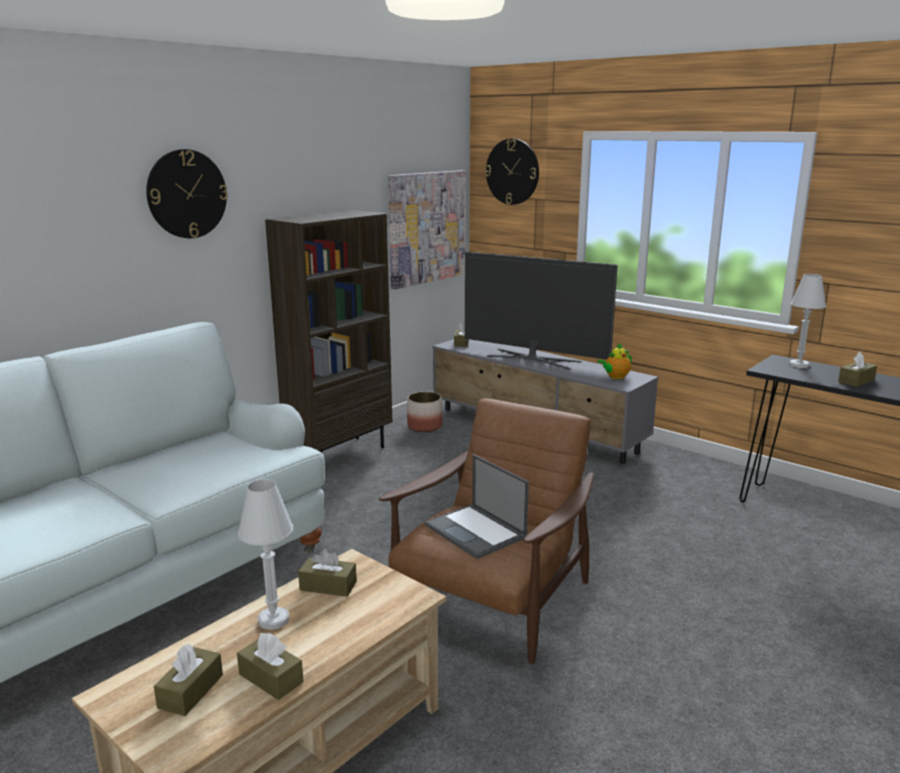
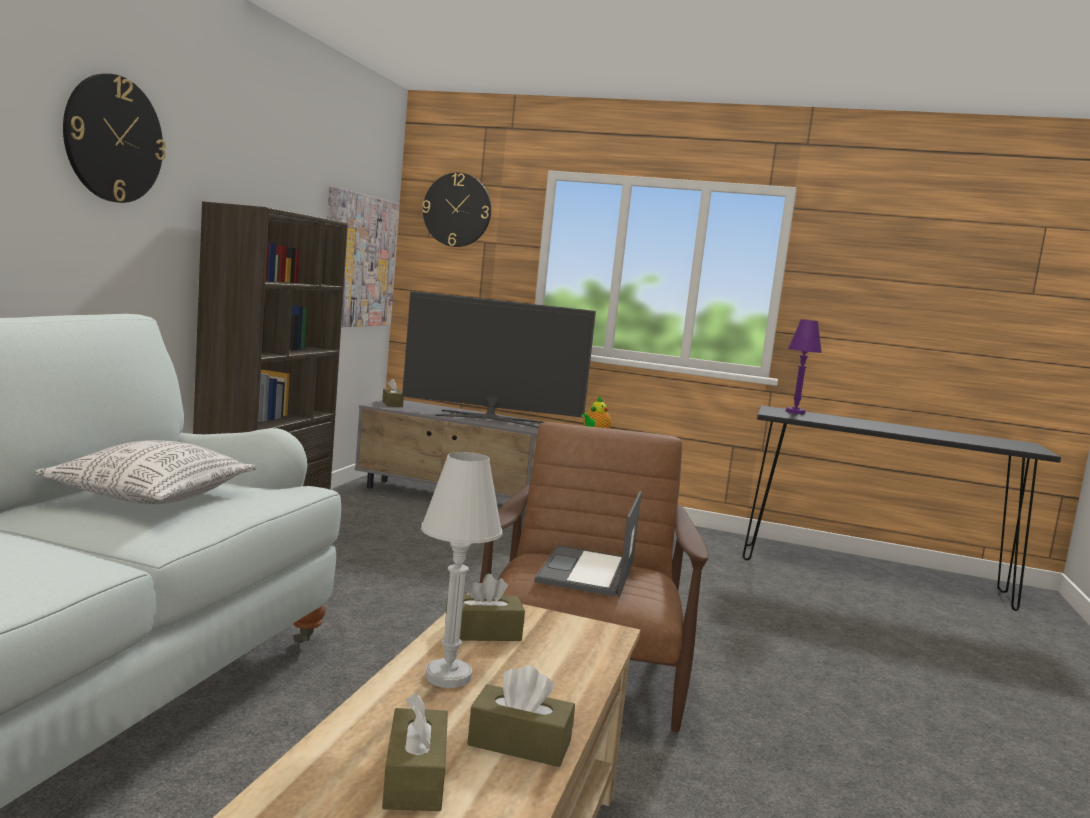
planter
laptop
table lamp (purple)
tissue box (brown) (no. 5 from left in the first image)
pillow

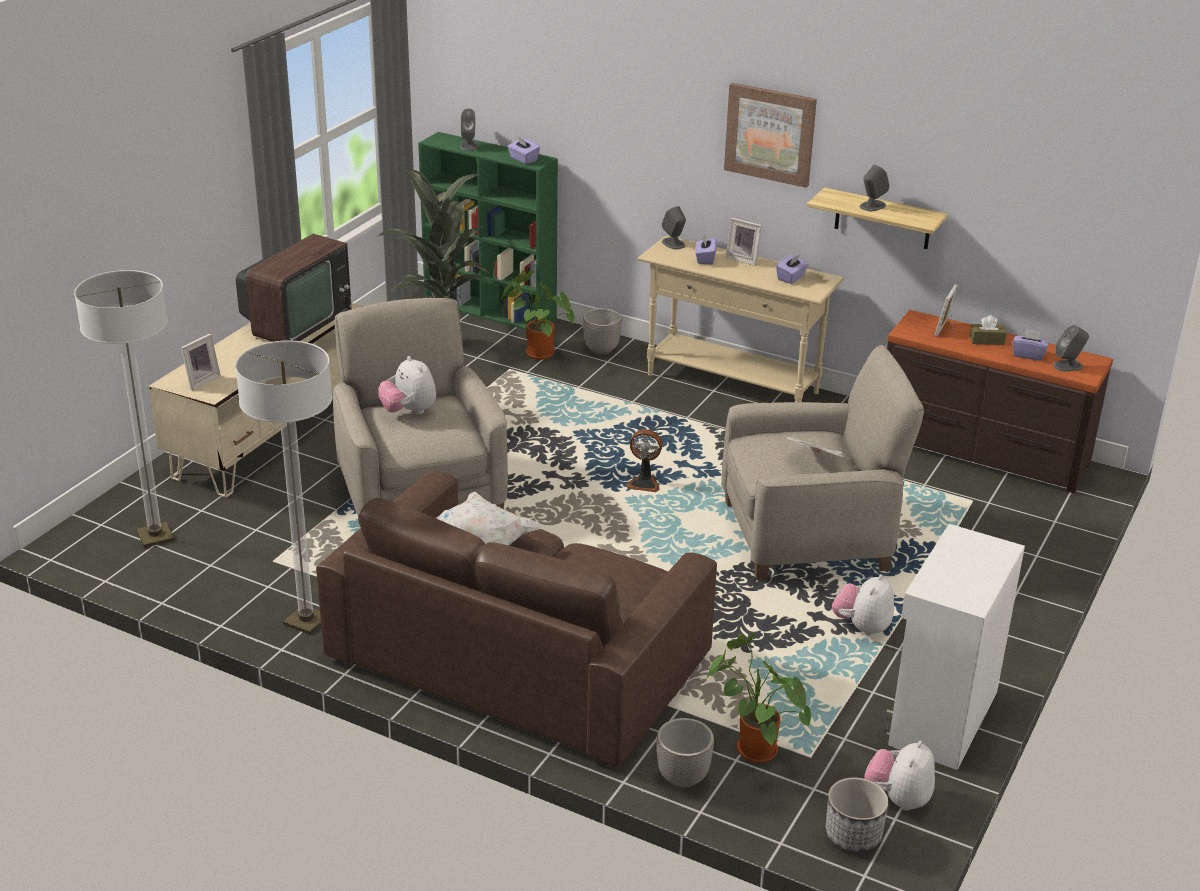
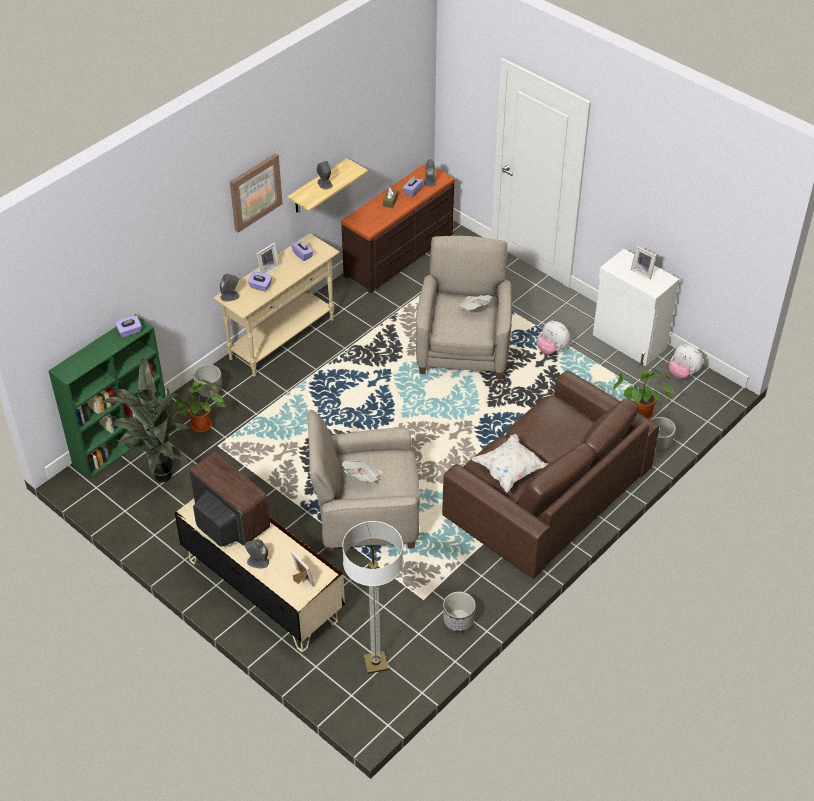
floor lamp (no. 2 from left in the first image)
newspaper (no. 1 from left)
speaker (grey) (no. 2 from left)
fan
planter (no. 2 from left)
picture frame (no. 3 from left)

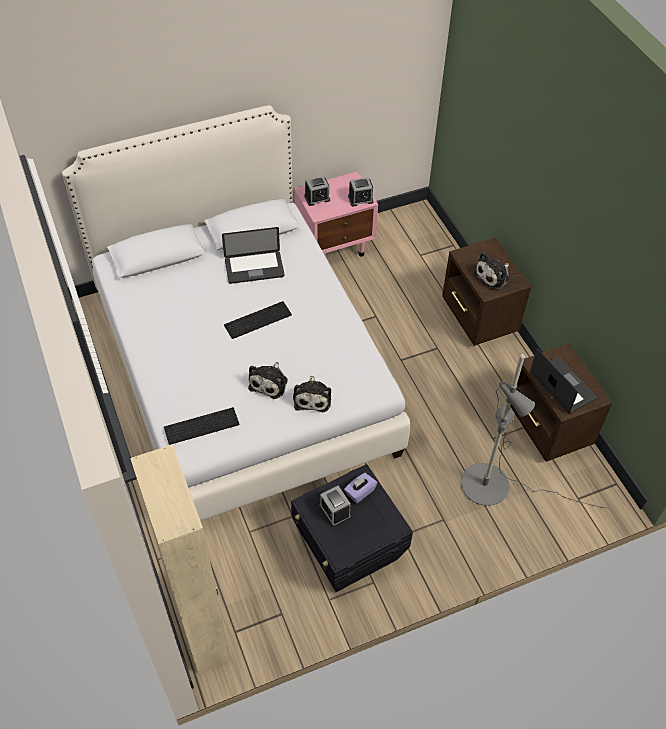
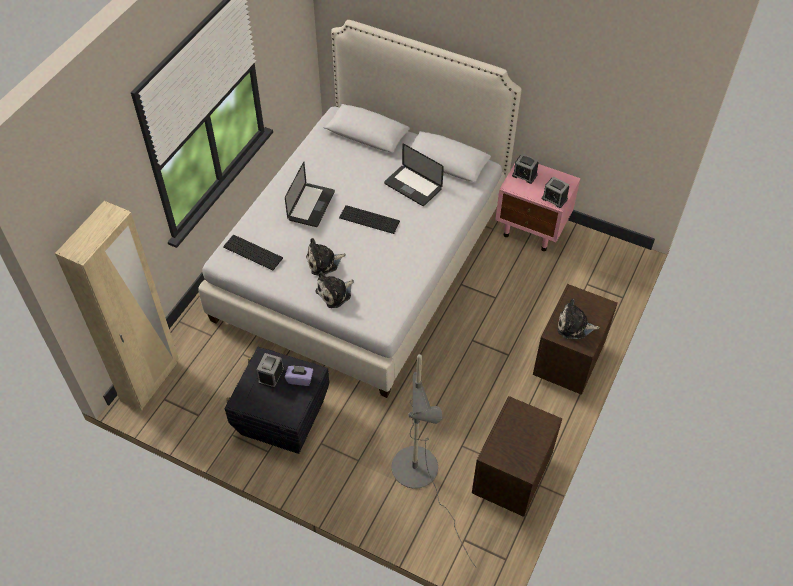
laptop (no. 1 from left)

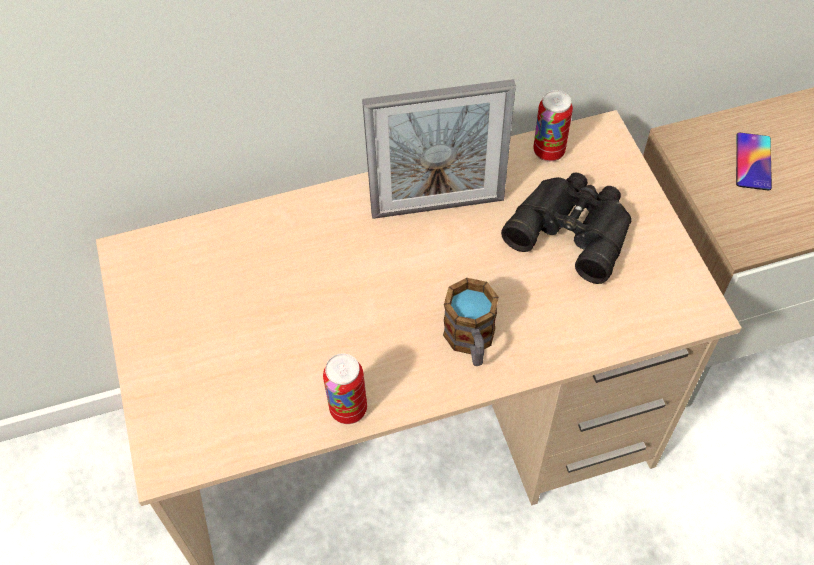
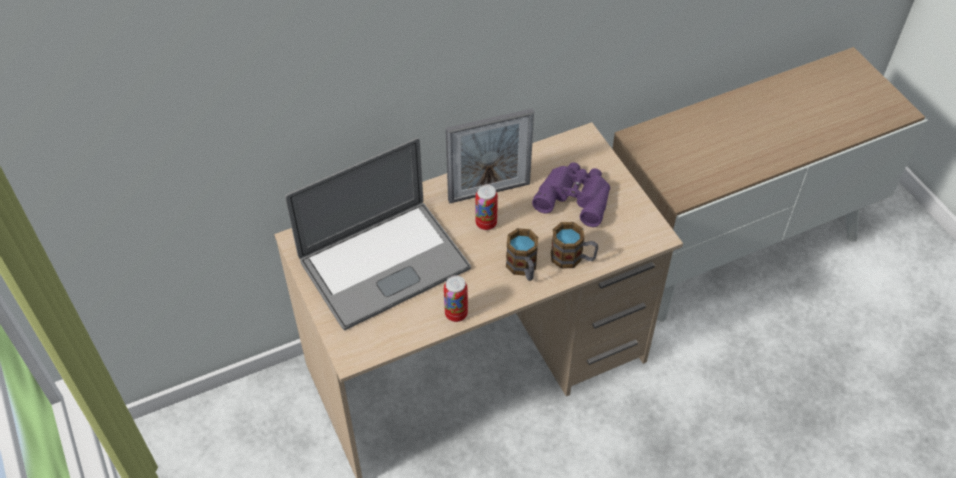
binoculars (purple)
can (no. 2 from left)
phone
laptop
mug (no. 2 from left)

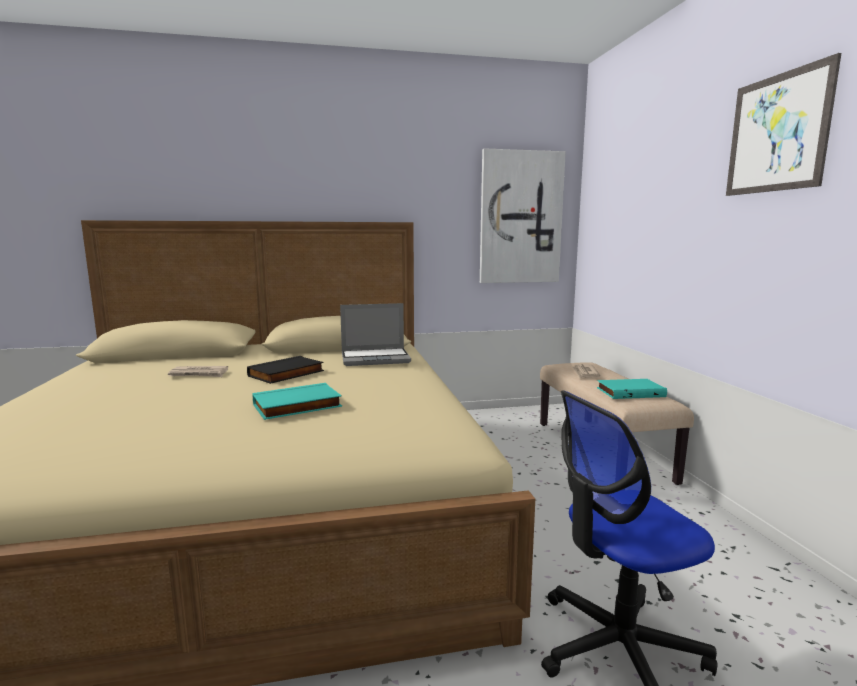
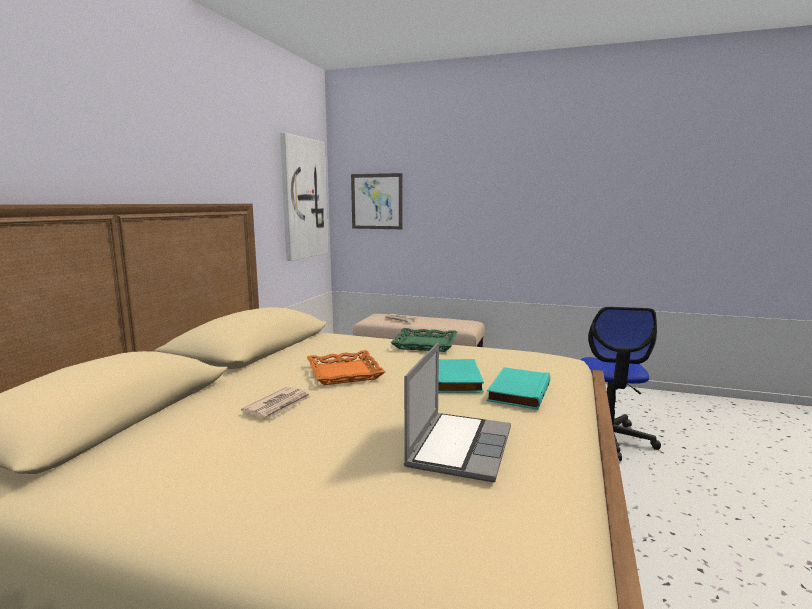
tray (orange)
laptop
book (turquoise) (no. 2 from left)
picture (no. 2 from left)
tray (green)

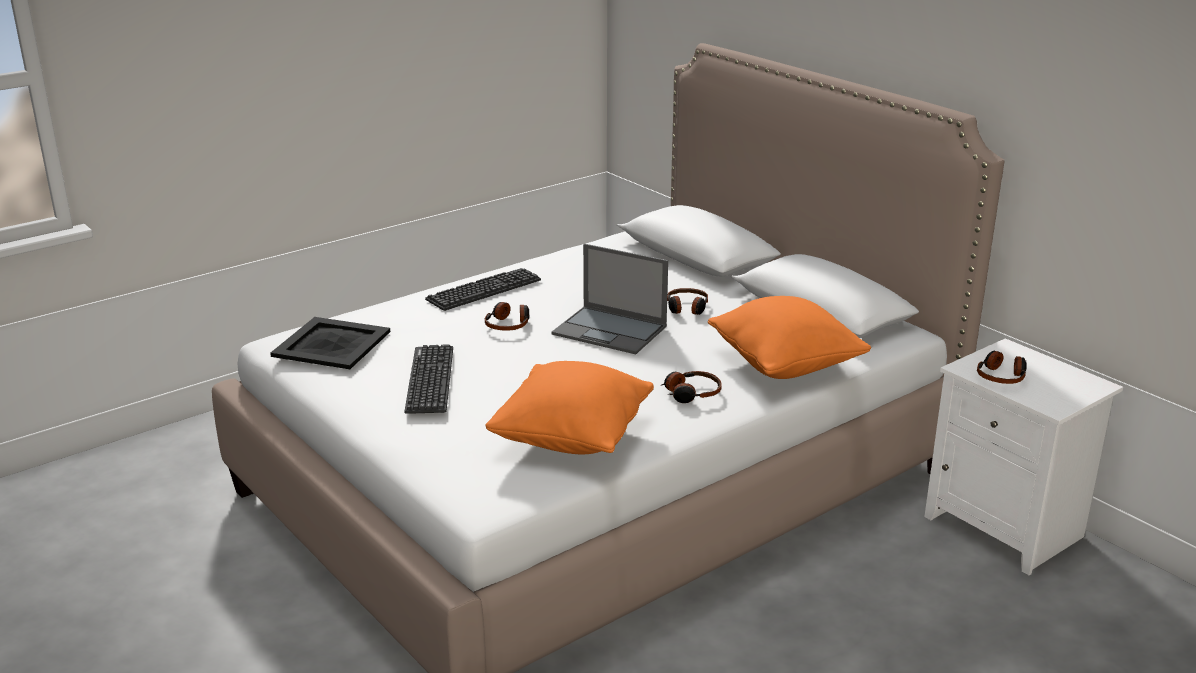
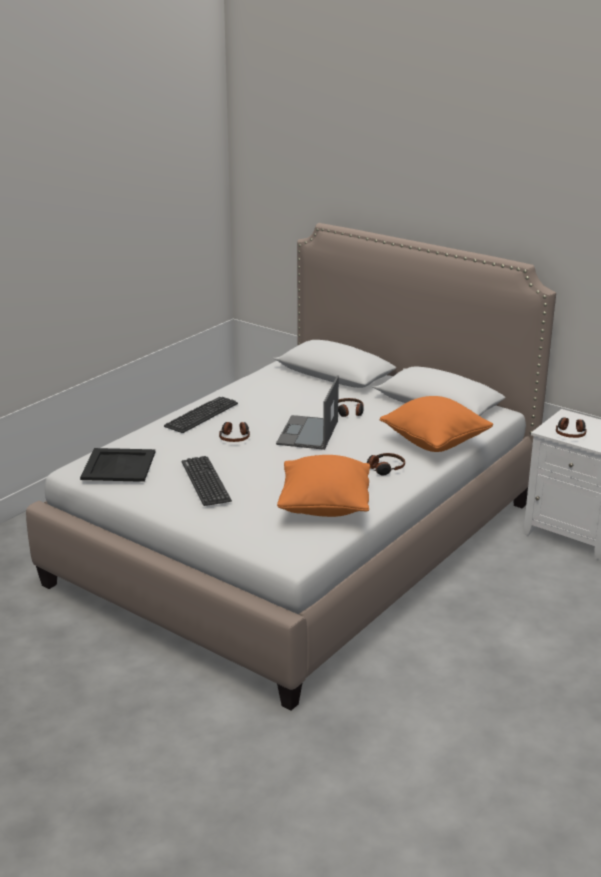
laptop

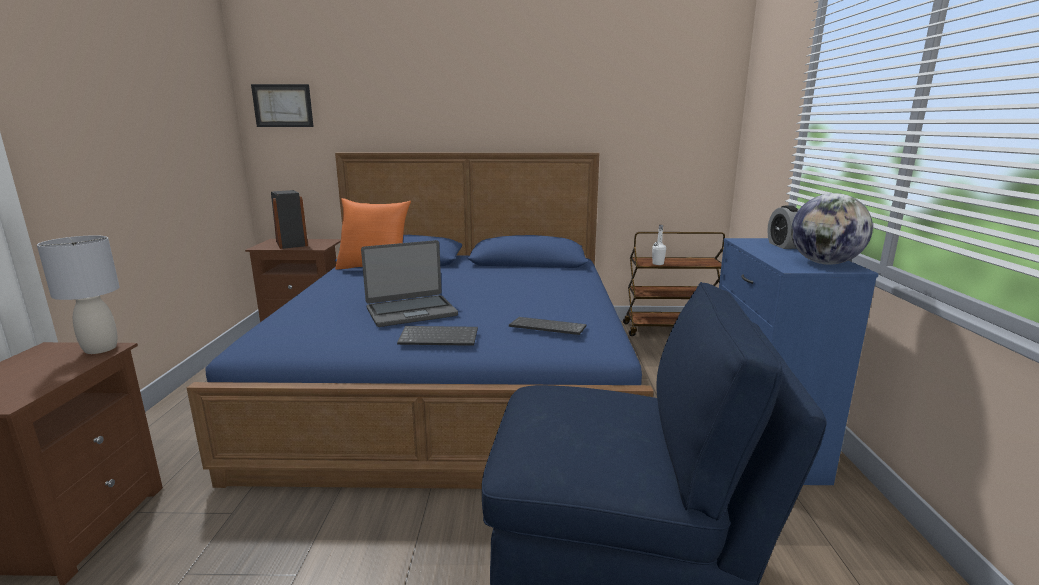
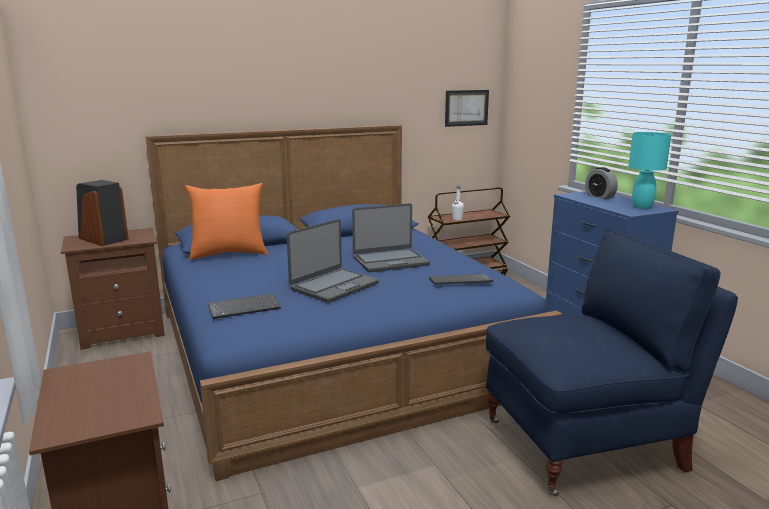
table lamp (grey)
picture
keyboard (no. 1 from left)
table lamp (turquoise)
laptop (no. 2 from left)

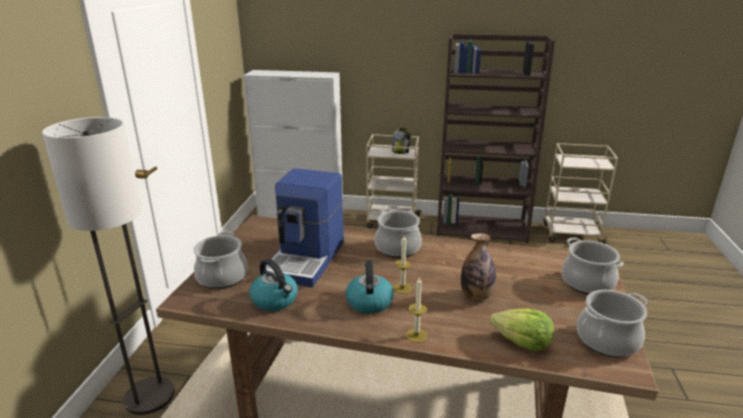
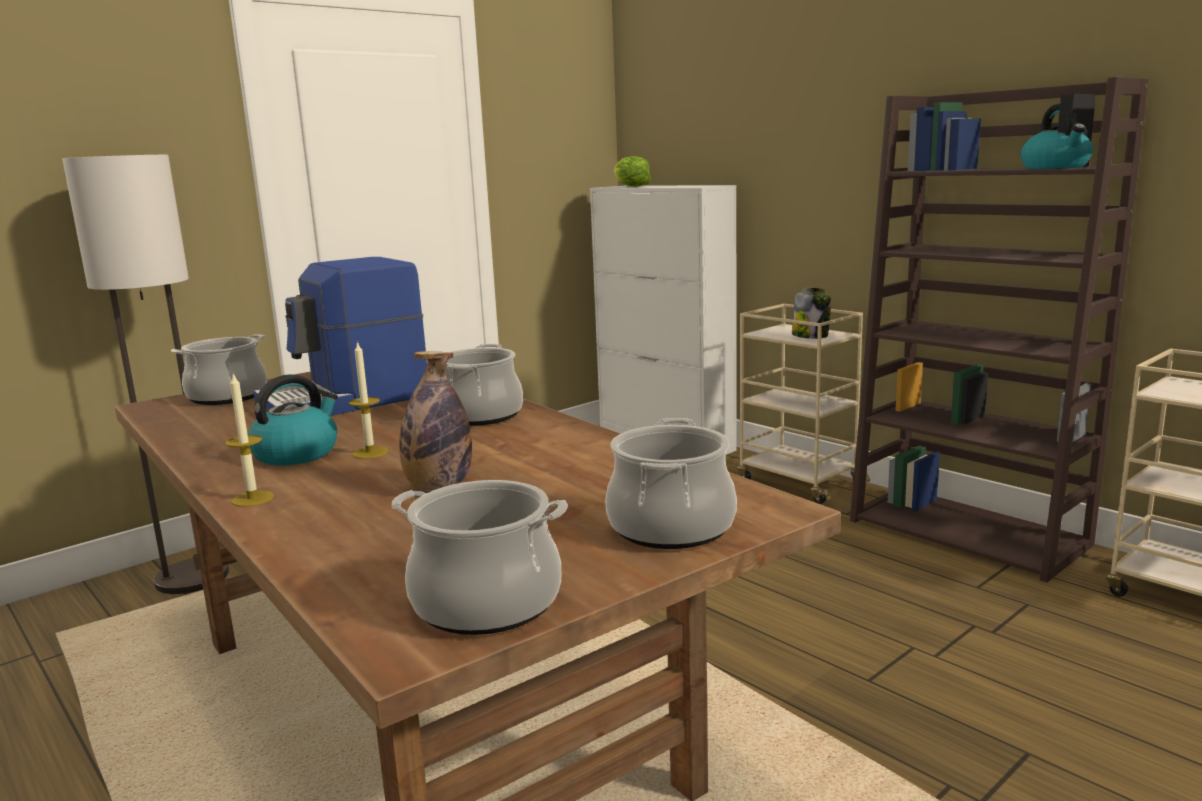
kettle (no. 2 from left)
lettuce

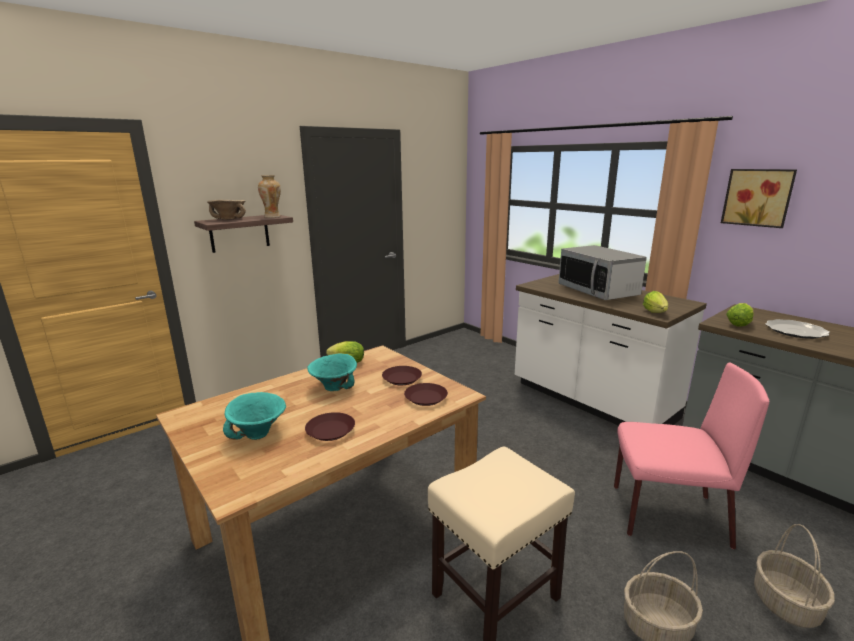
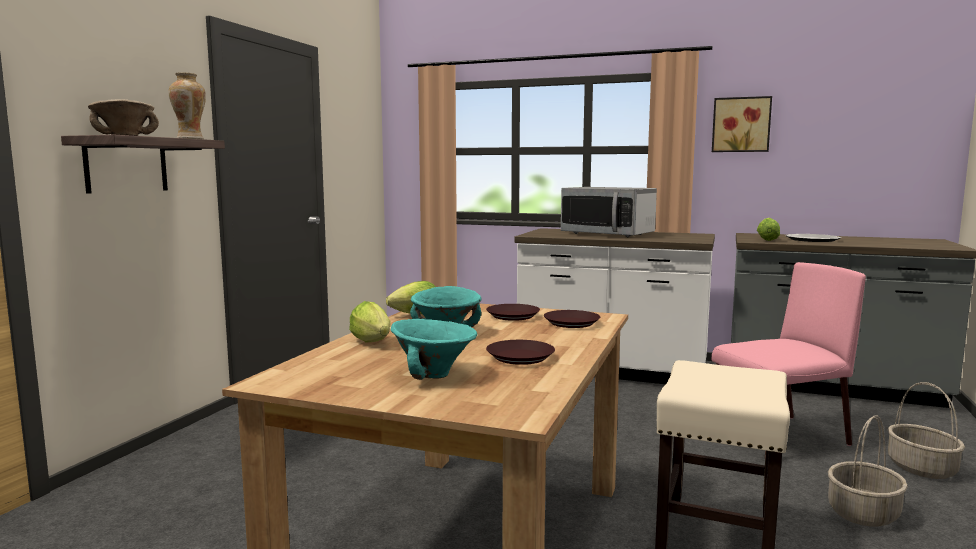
lettuce (no. 1 from left)

